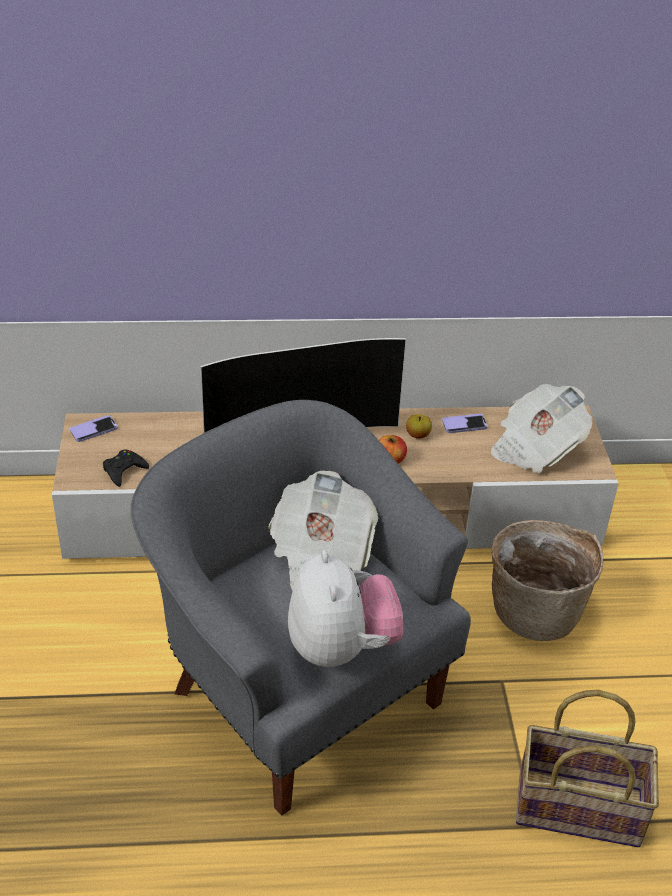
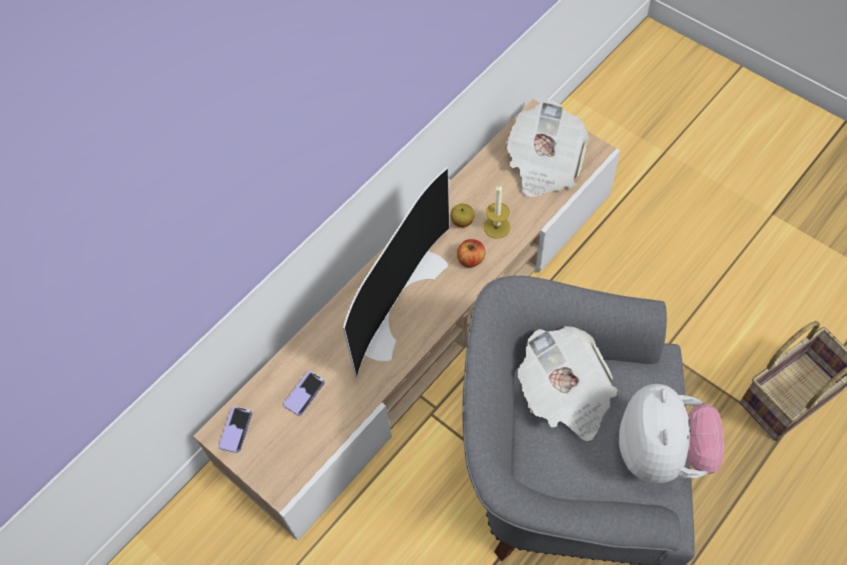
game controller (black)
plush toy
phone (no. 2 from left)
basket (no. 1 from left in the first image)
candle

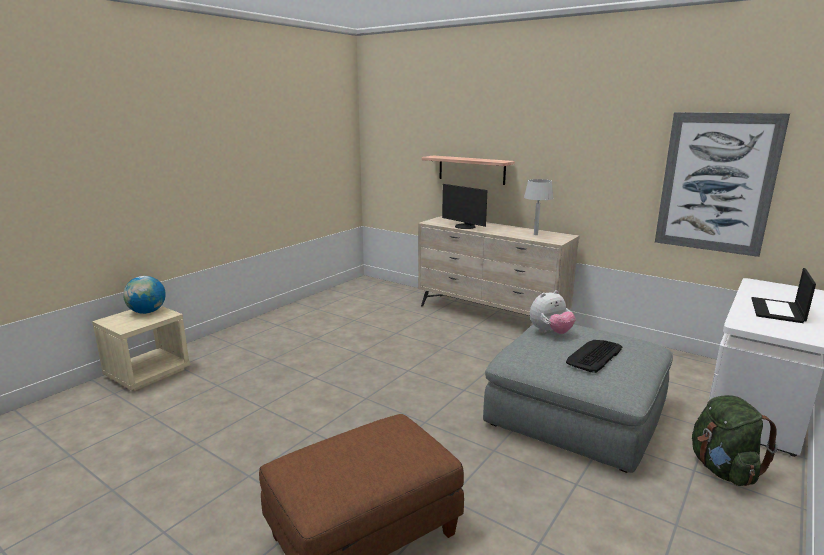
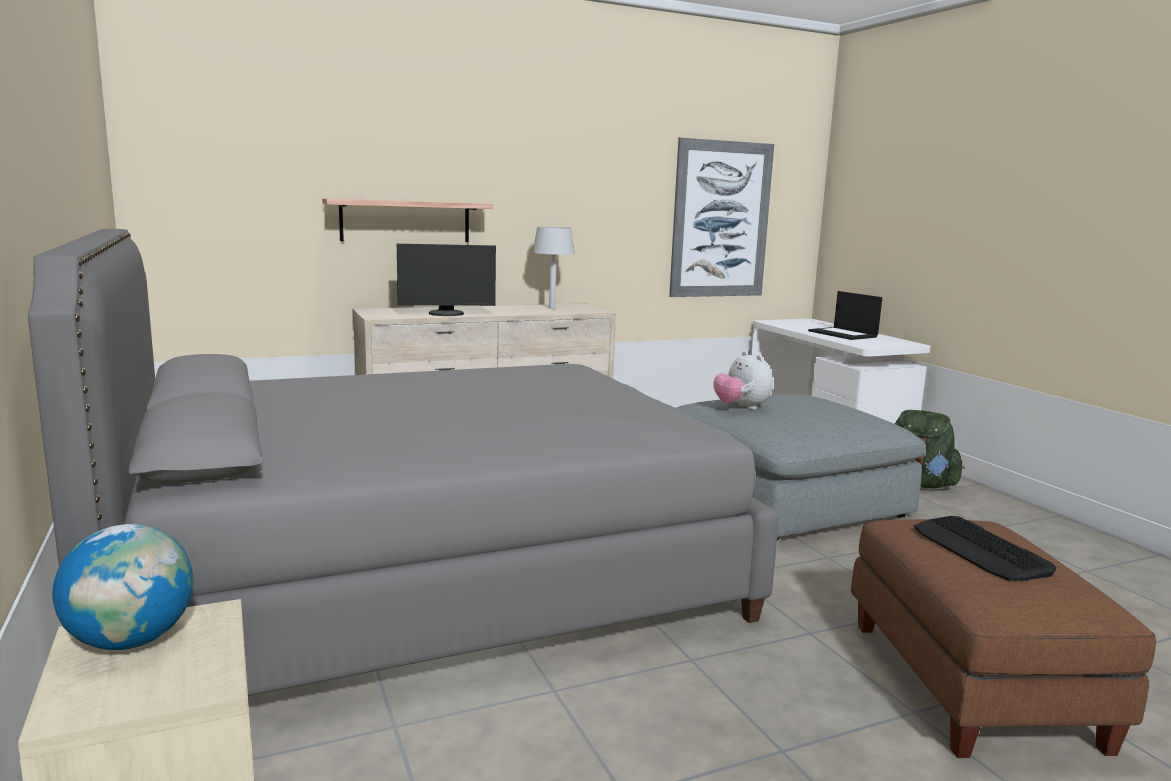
plush toy
keyboard
bed (grey)

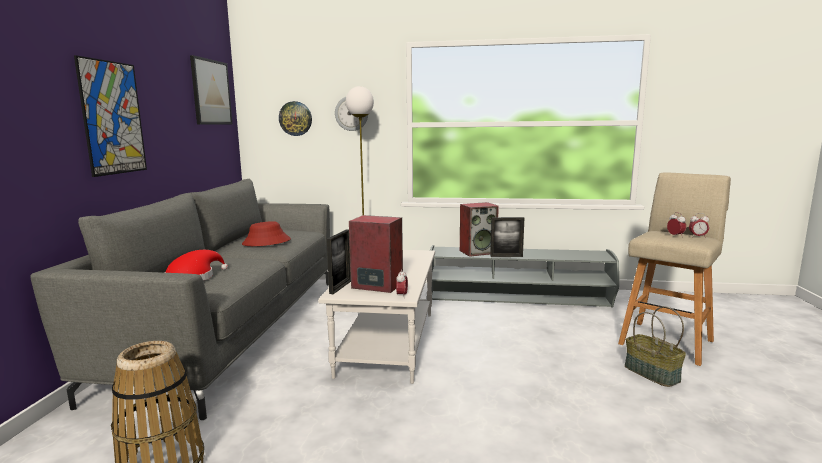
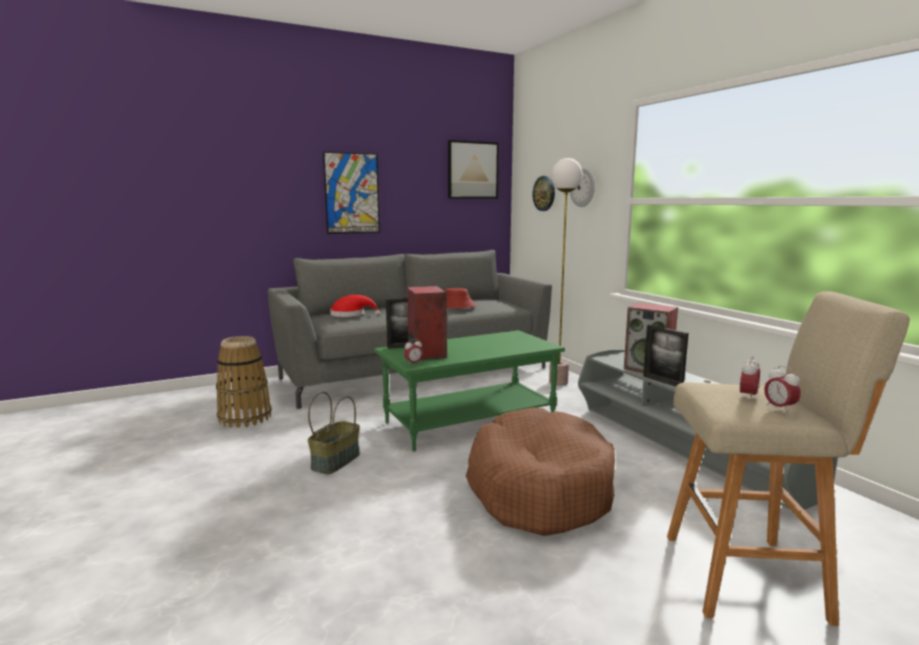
coffee table (green)
basket (no. 2 from left)
dog bed (brown)

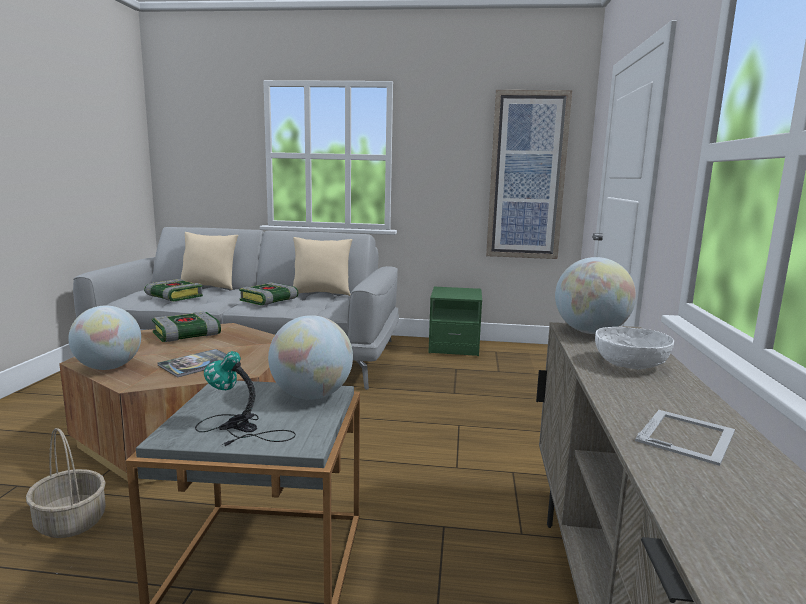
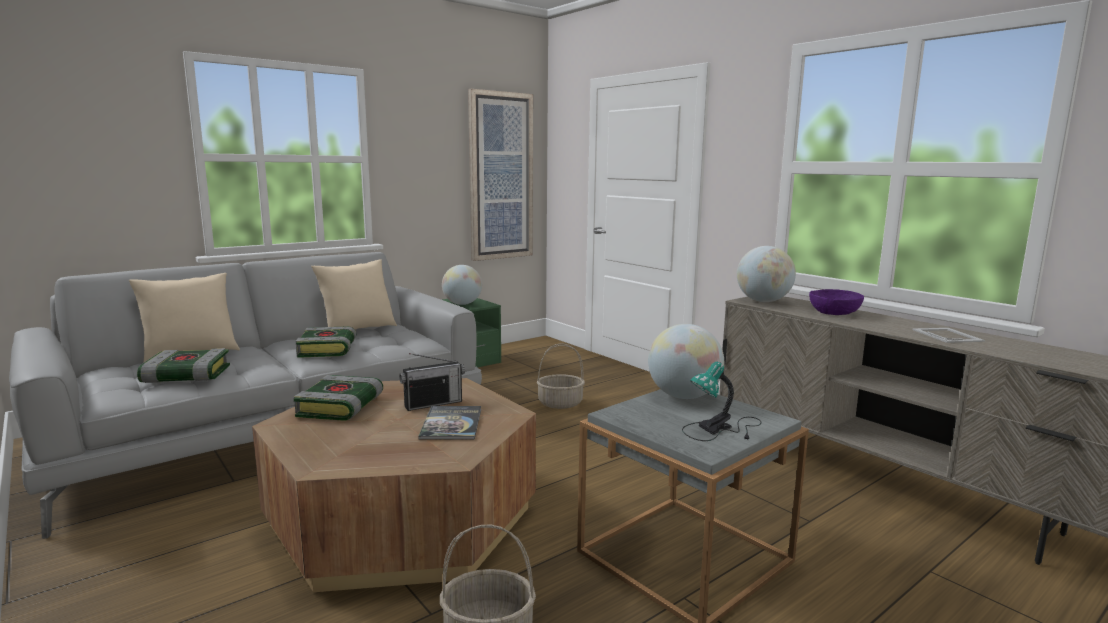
globe (no. 1 from left)
bowl (purple)
radio
basket (no. 2 from left)

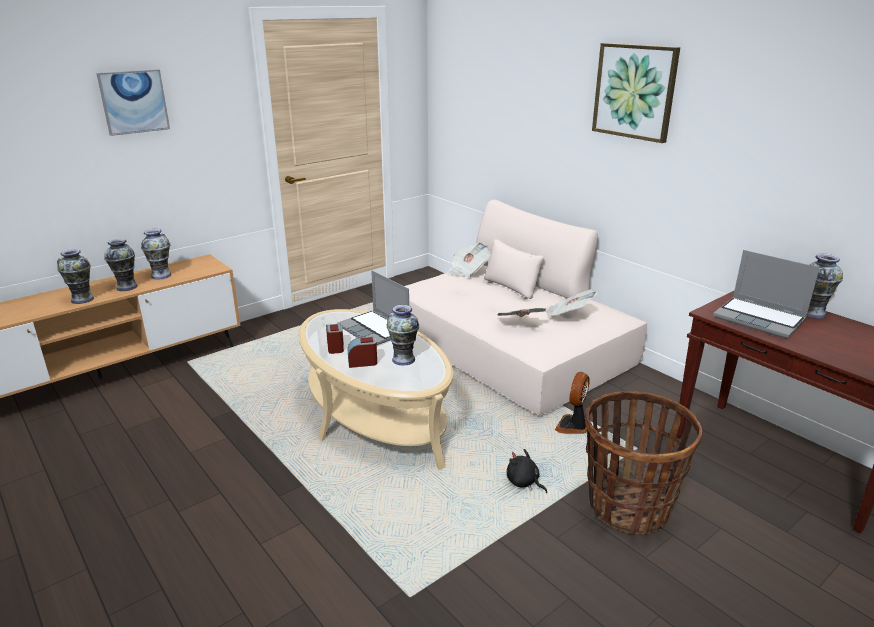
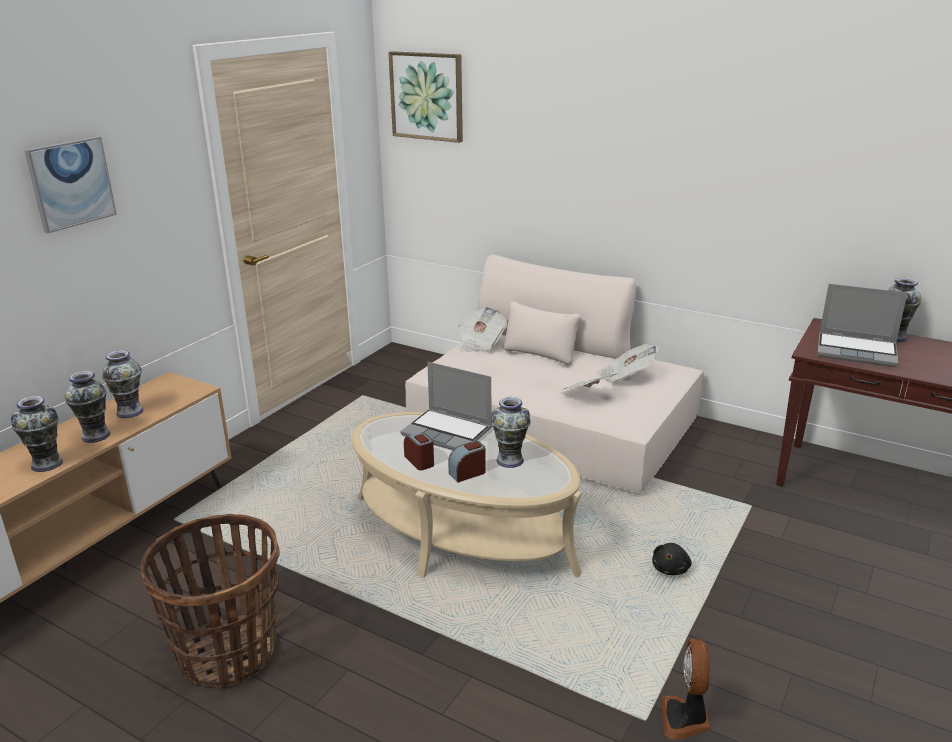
plush toy (black)
fan
basket
picture (no. 2 from left)

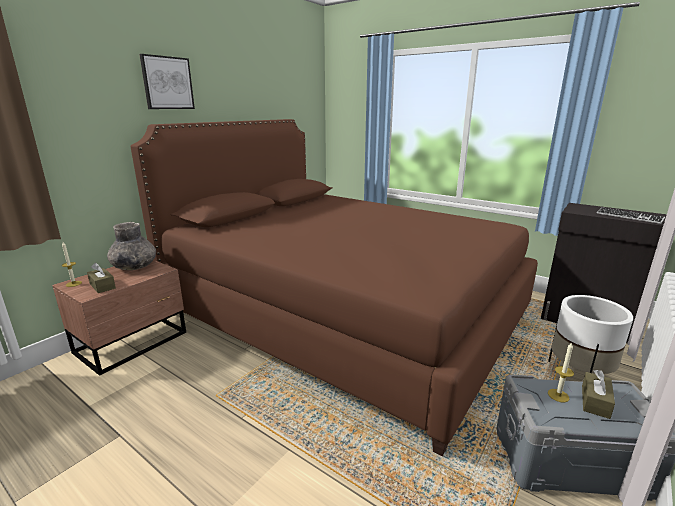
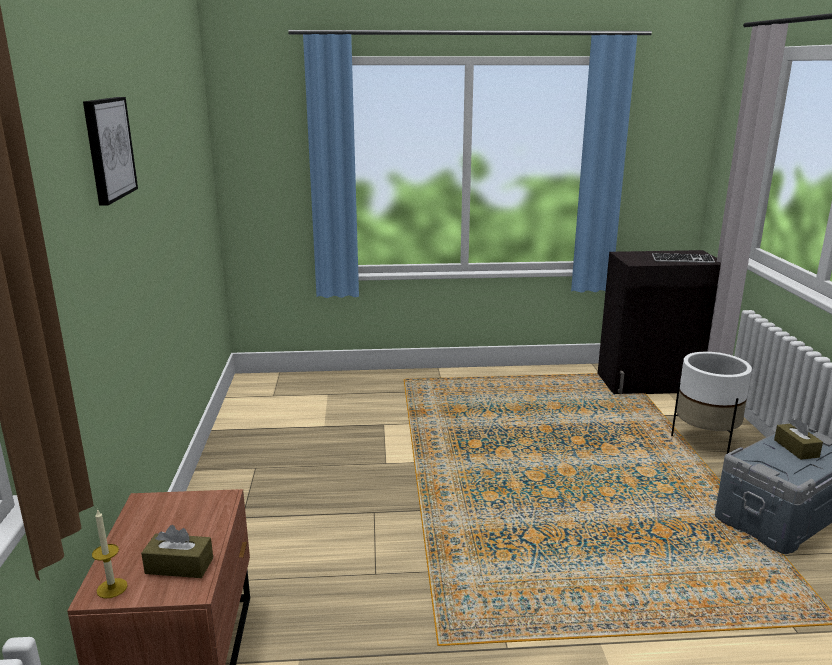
vase (grey)
bed (brown)
candle (no. 2 from left in the first image)

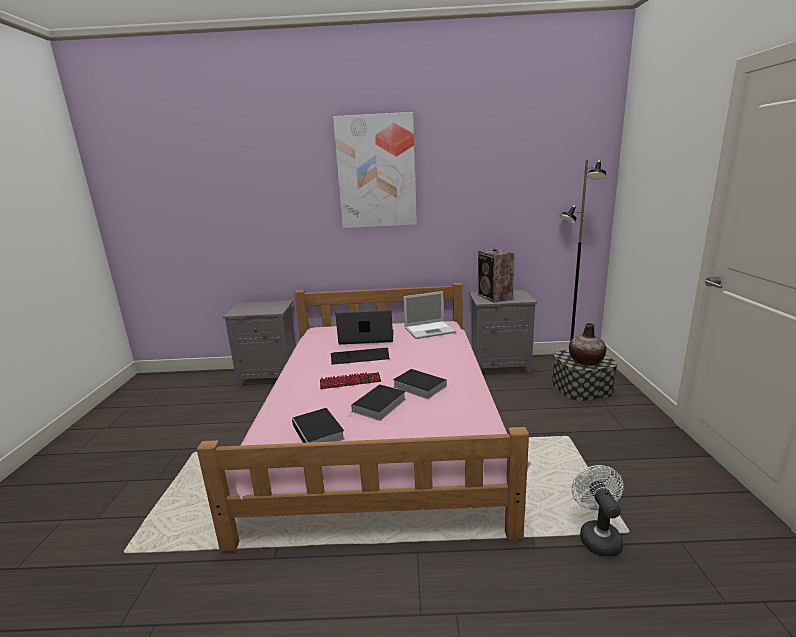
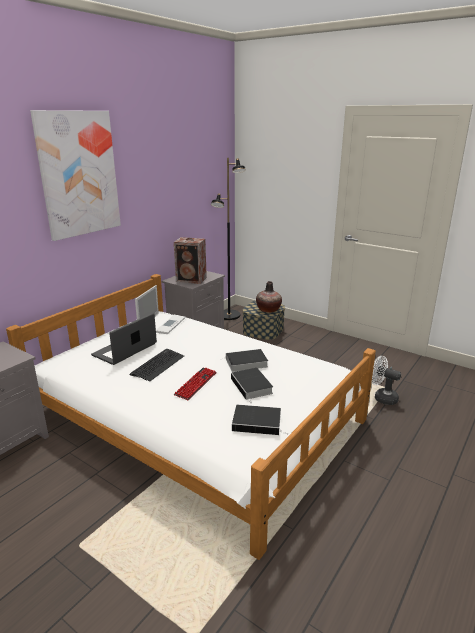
bed (white)

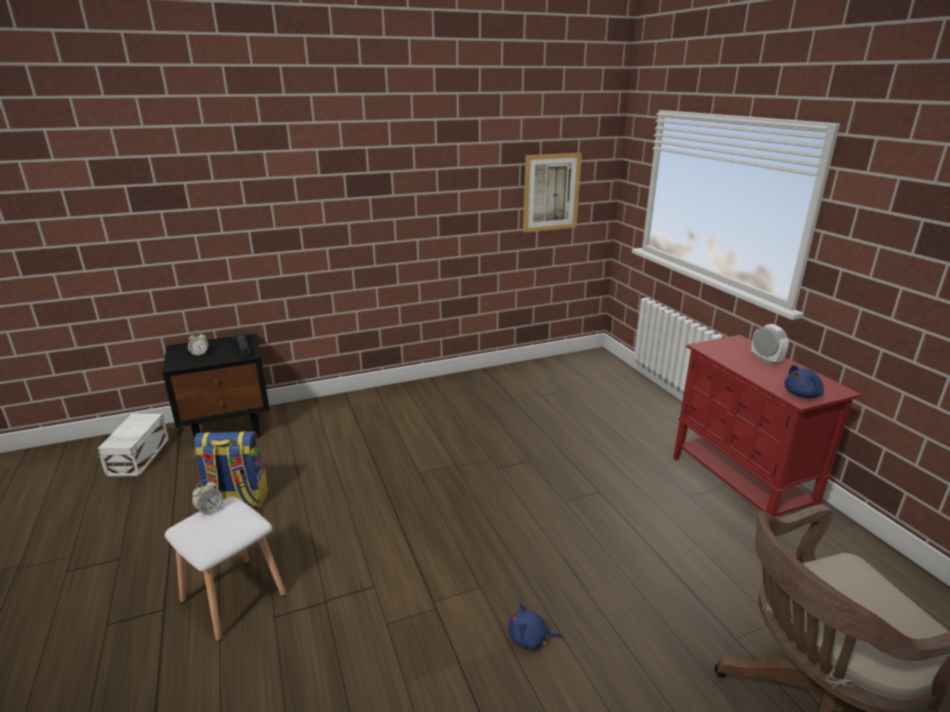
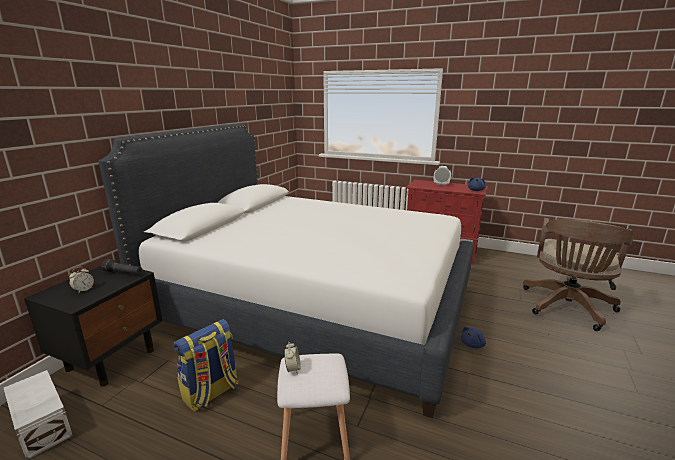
picture
bed (white)

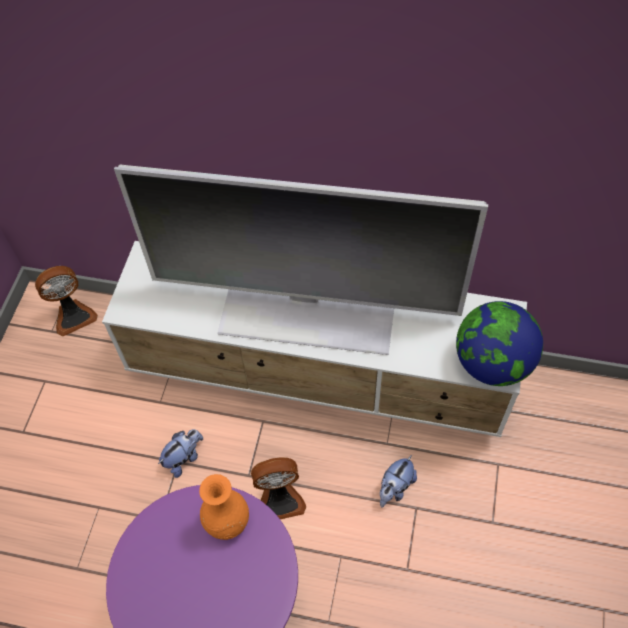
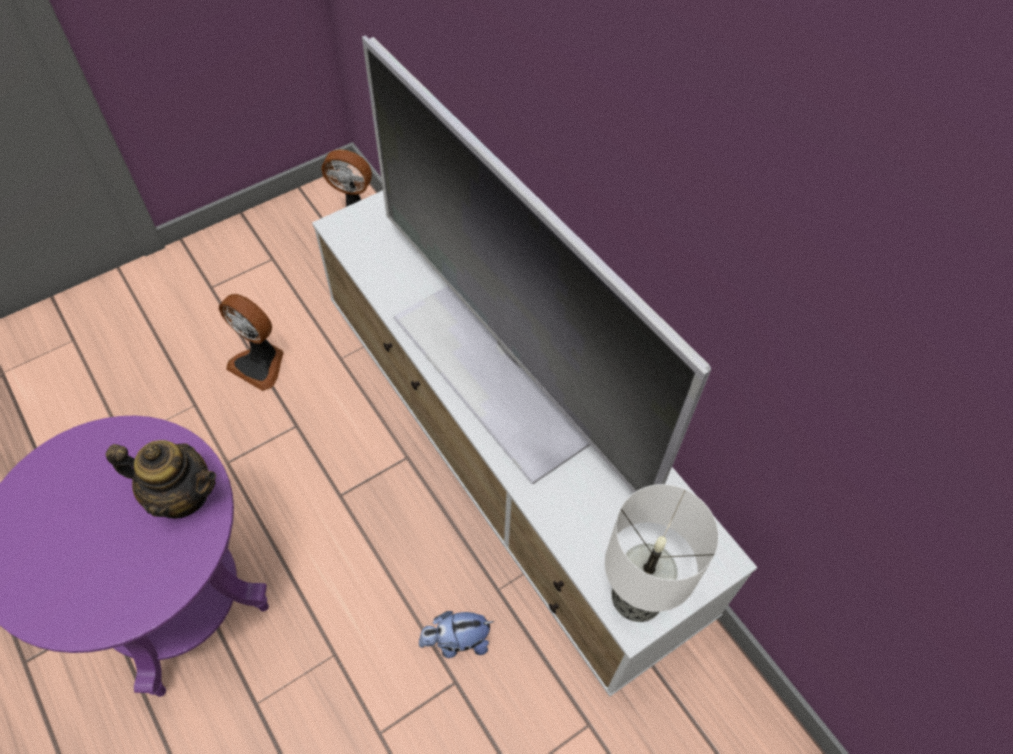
plush toy (no. 1 from left in the first image)
teapot
fan (no. 1 from left)
table lamp

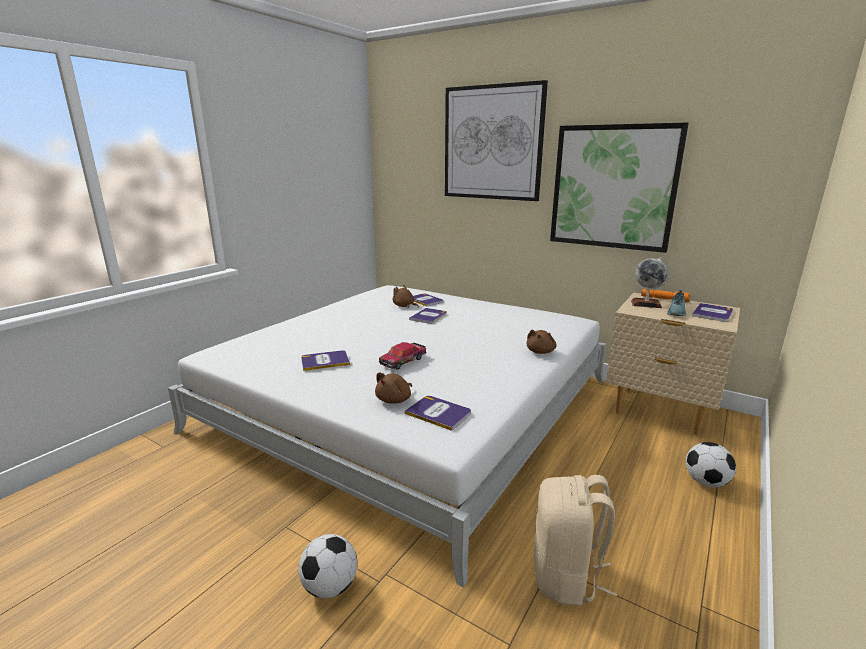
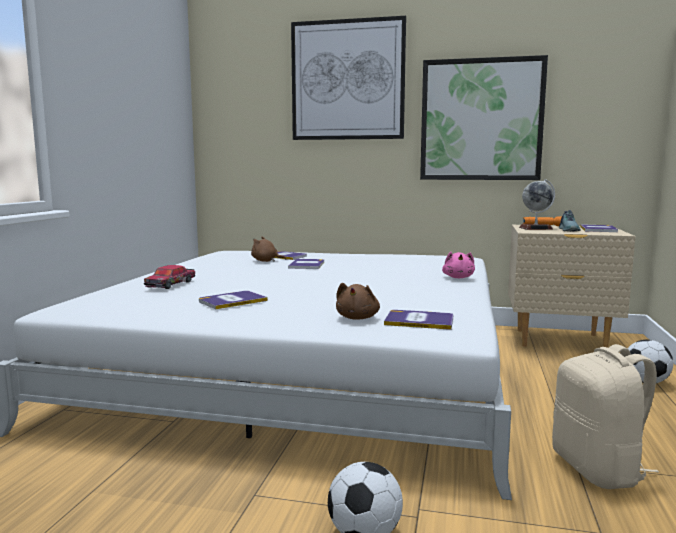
toy car
plush toy (pink)

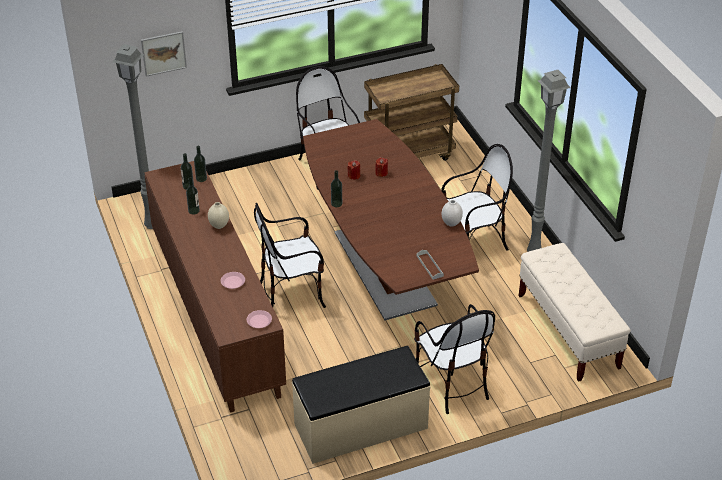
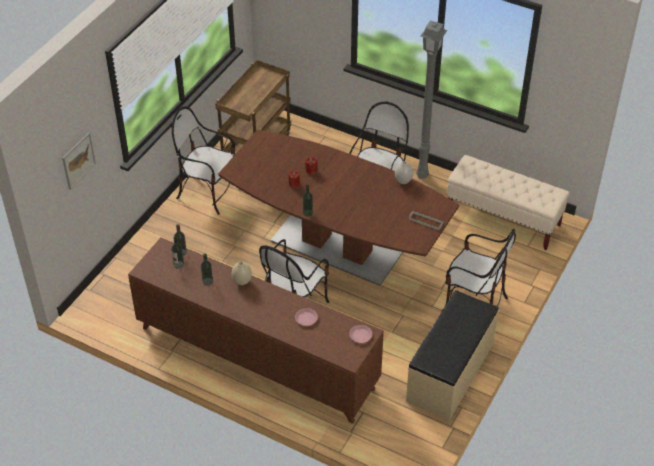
floor lamp (grey) (no. 1 from left in the first image)

